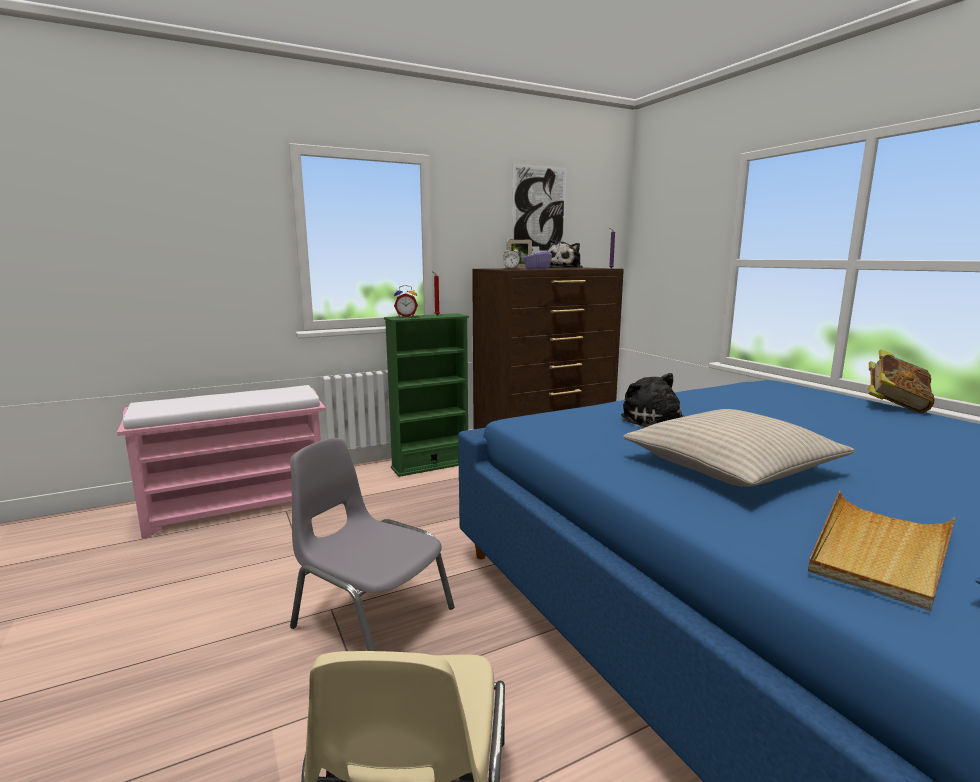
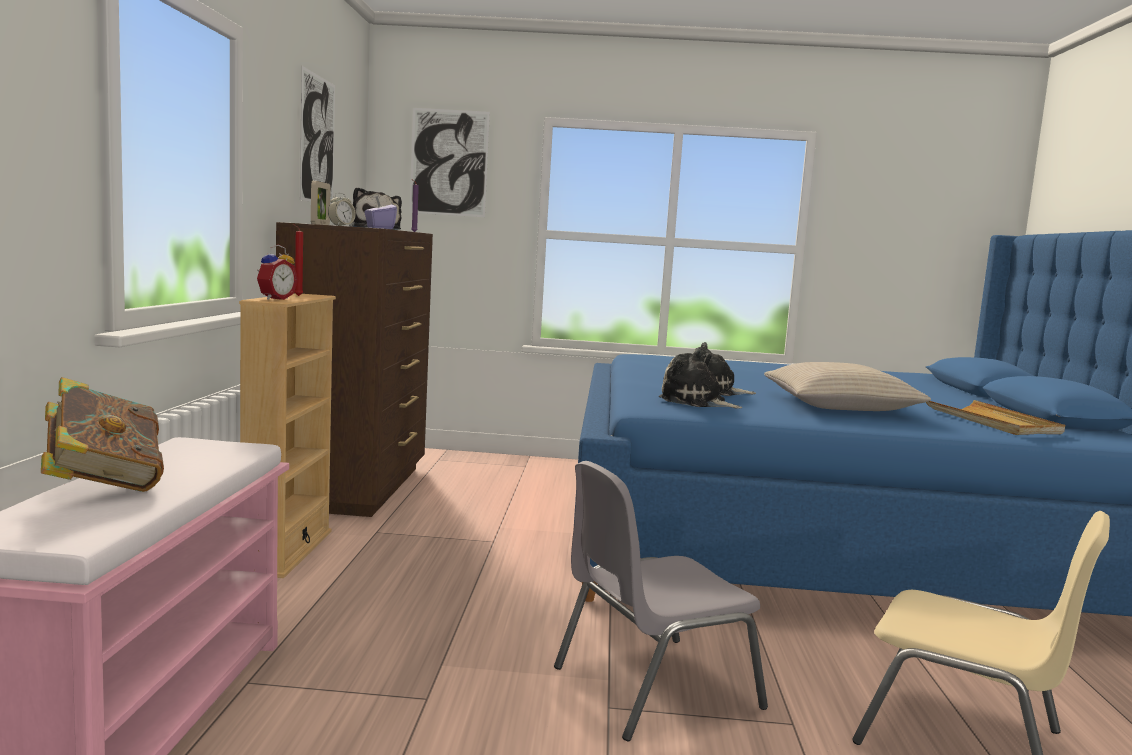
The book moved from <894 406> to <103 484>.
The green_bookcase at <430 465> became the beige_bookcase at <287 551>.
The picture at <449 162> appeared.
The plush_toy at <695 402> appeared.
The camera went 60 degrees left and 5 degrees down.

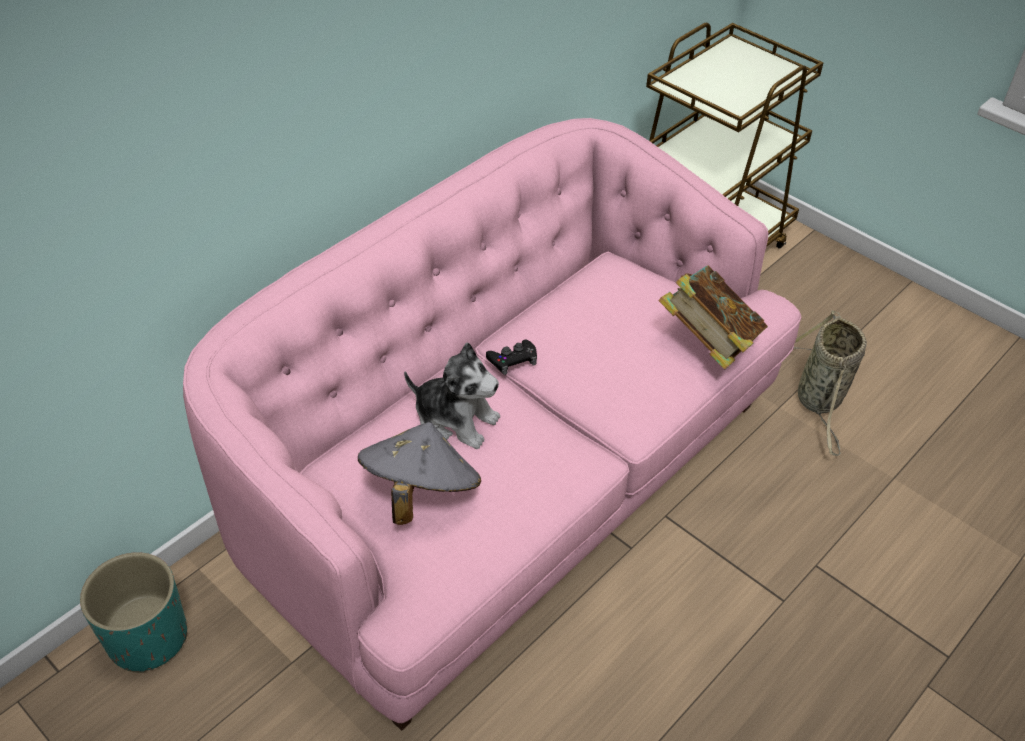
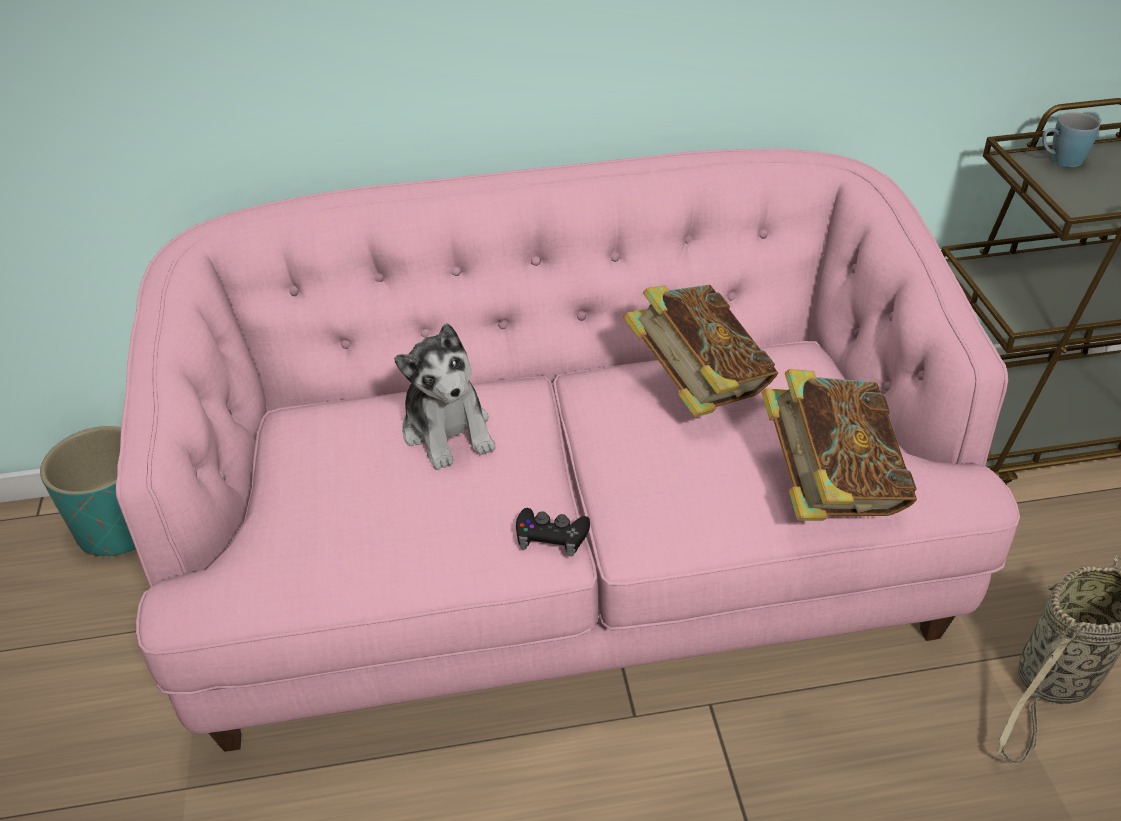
The black_game_controller moved from <512 360> to <552 536>.
The book at <698 388> appeared.
The blue_mug at <1060 161> appeared.
The grey_hat at <420 492> disappeared.
The camera went 40 degrees right and 5 degrees down.

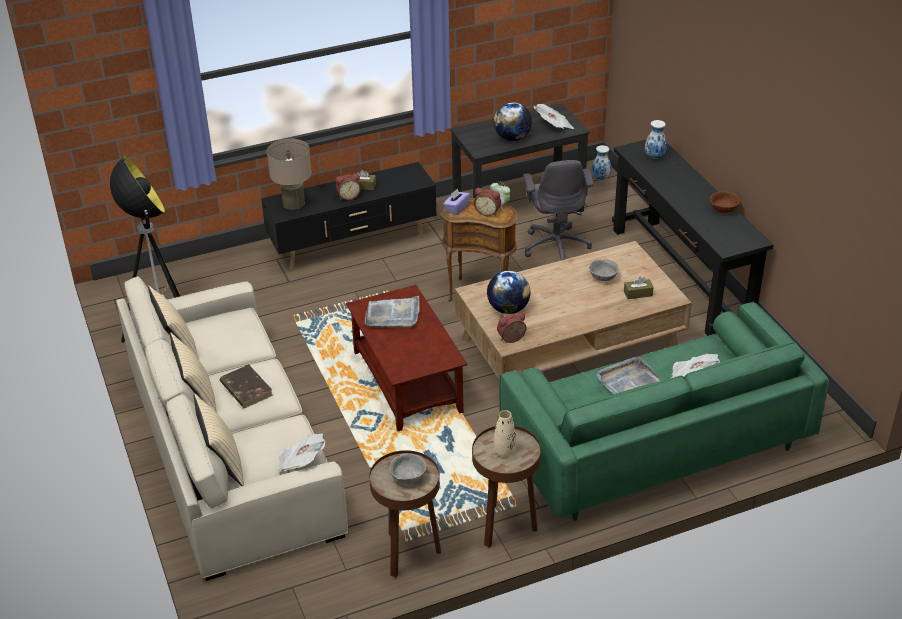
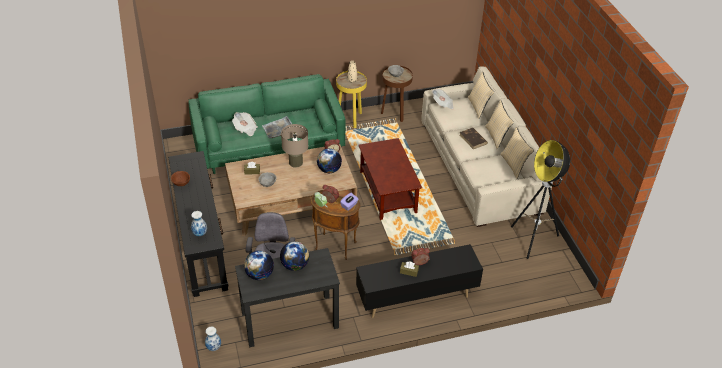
The newspaper at <553 126> was replaced by the globe at <259 274>.
The beige_table_lamp moved from <293 203> to <295 162>.
The brown_side_table at <505 527> became the yellow_side_table at <351 119>.
The grey_tray at <393 315> disappeared.
The camera went 175 degrees left and 5 degrees up.

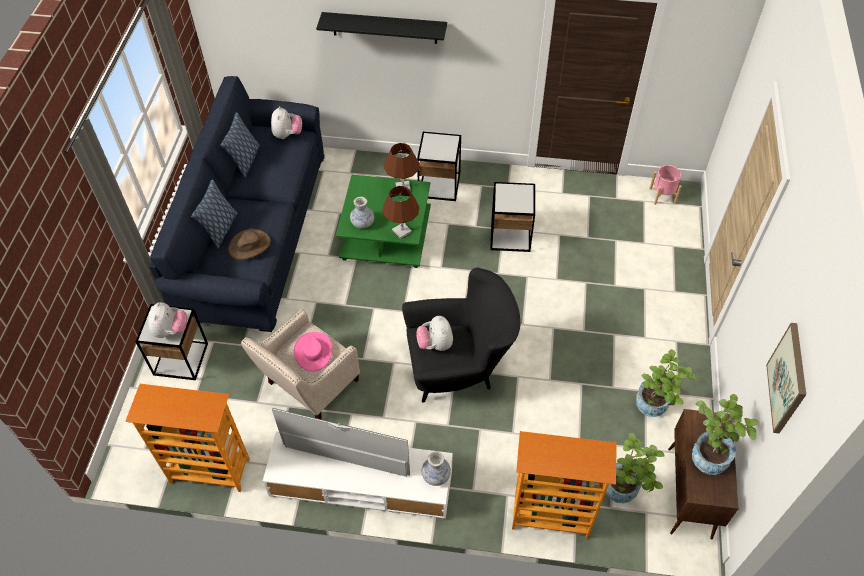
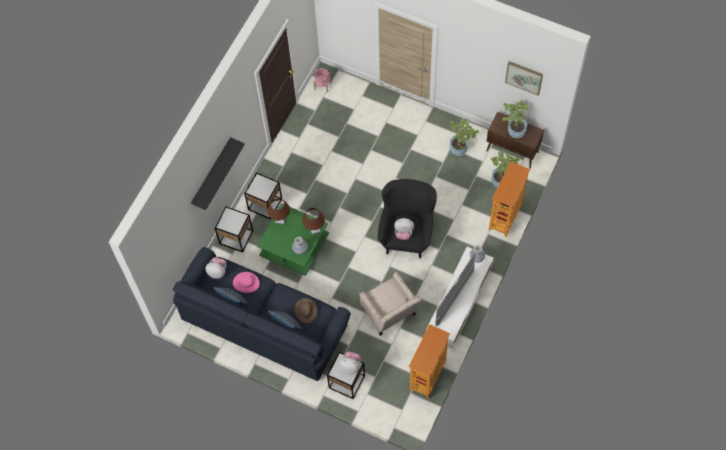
The side_table moved from <510 235> to <236 237>.
The pink_hat moved from <313 351> to <246 283>.
The camera went 70 degrees left and 10 degrees up.

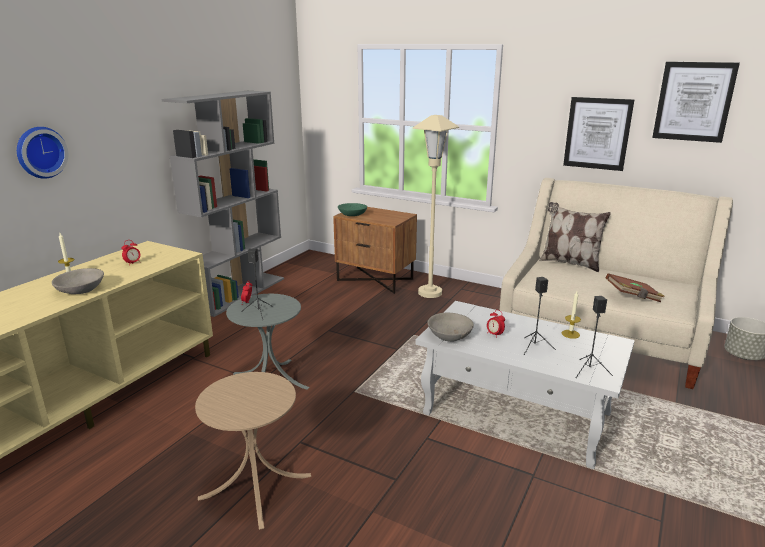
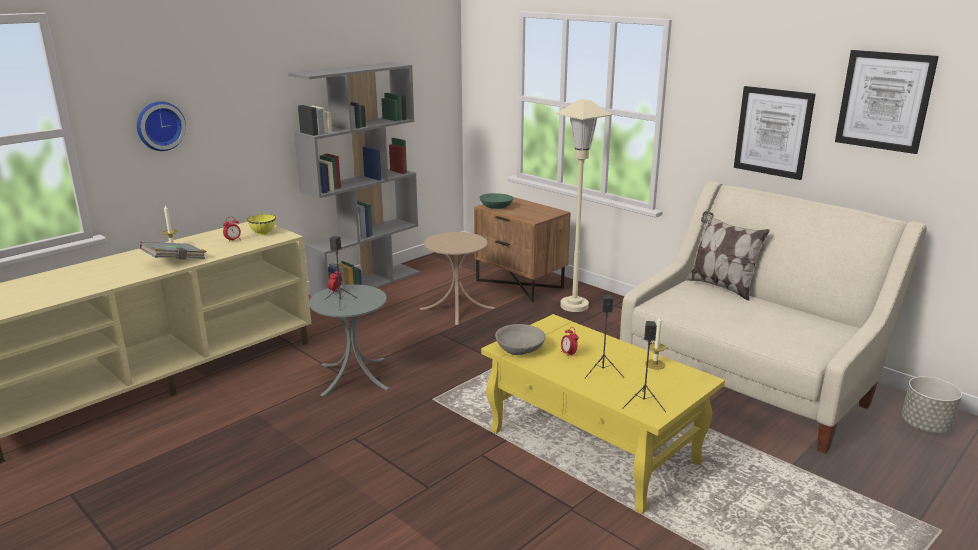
The grey_bowl at <81 290> was replaced by the grey_book at <175 261>.
The yellow_bowl at <263 233> appeared.
The beige_side_table moved from <255 486> to <456 308>.
The white_coffee_table at <518 414> became the yellow_coffee_table at <594 448>.
The brown_book at <633 297> disappeared.
The camera went 15 degrees right and 0 degrees up.

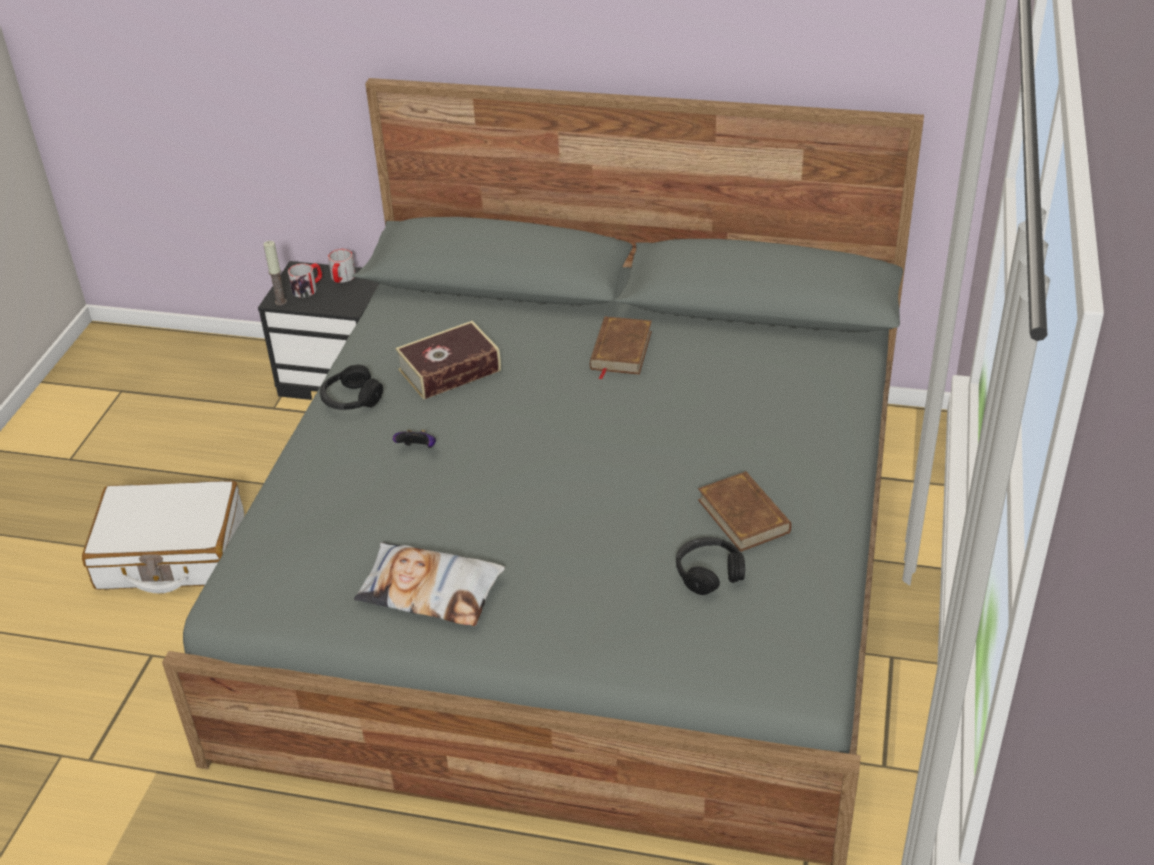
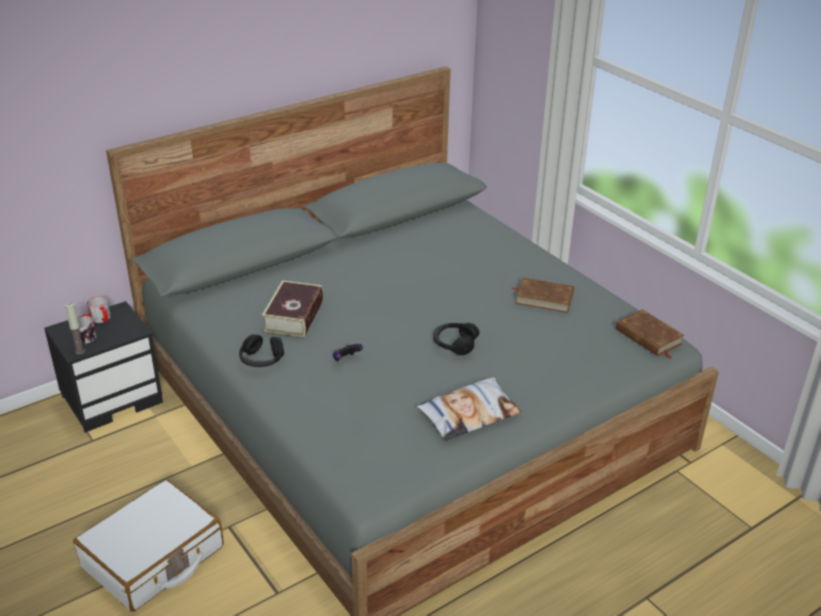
The black_headphones moved from <709 573> to <455 344>.
The brown_book moved from <620 350> to <648 337>.
The camera went 50 degrees left and 5 degrees down.

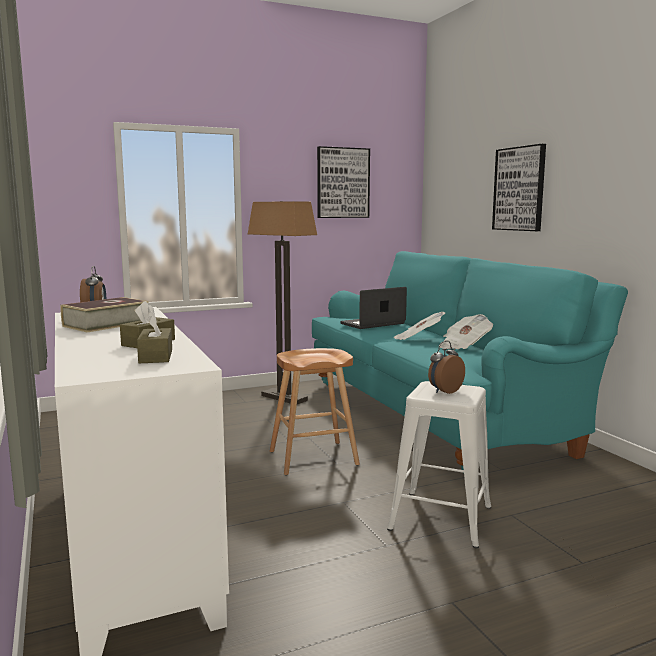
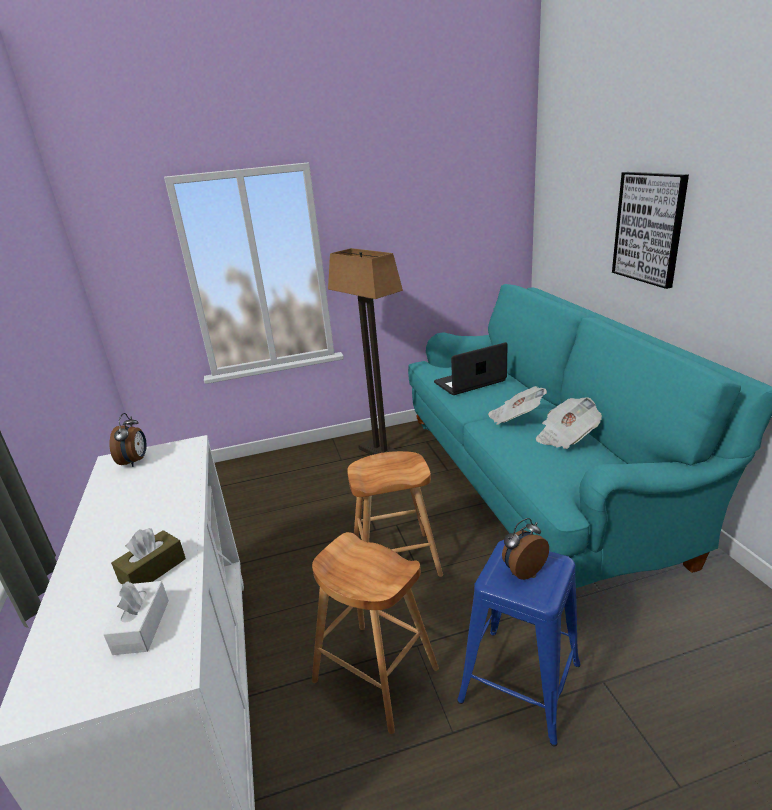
The brown_tissue_box at <156 356> became the white_tissue_box at <142 626>.
The brown_stool at <376 675> appeared.
The white_stool at <441 518> became the blue_stool at <520 682>.
The book at <106 324> disappeared.
The picture at <342 183> disappeared.
The camera went 10 degrees right and 15 degrees up.

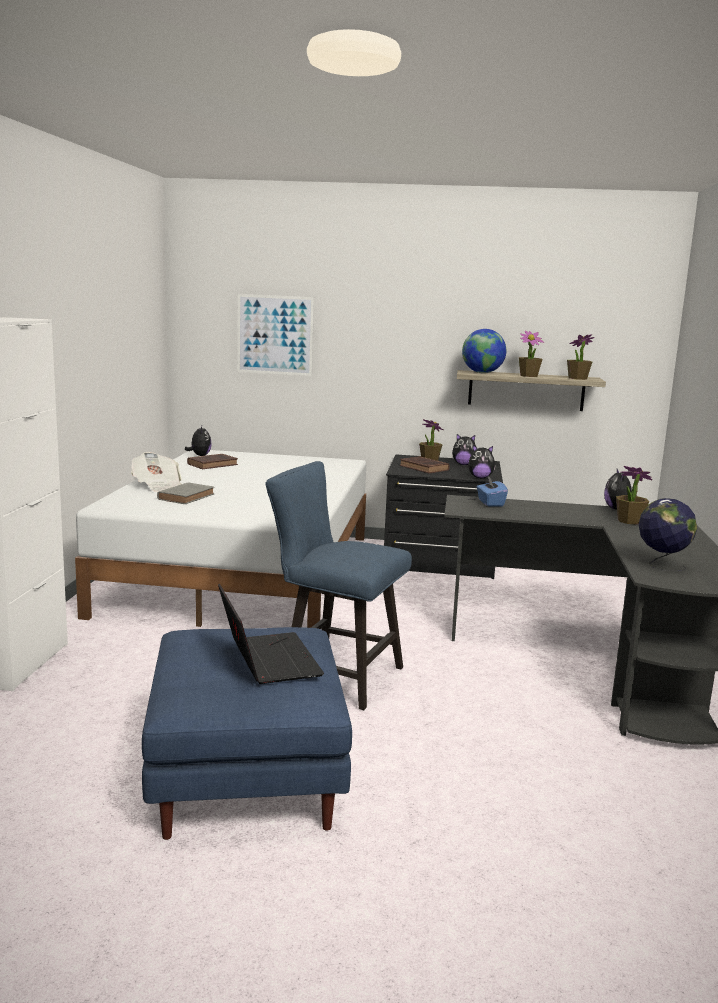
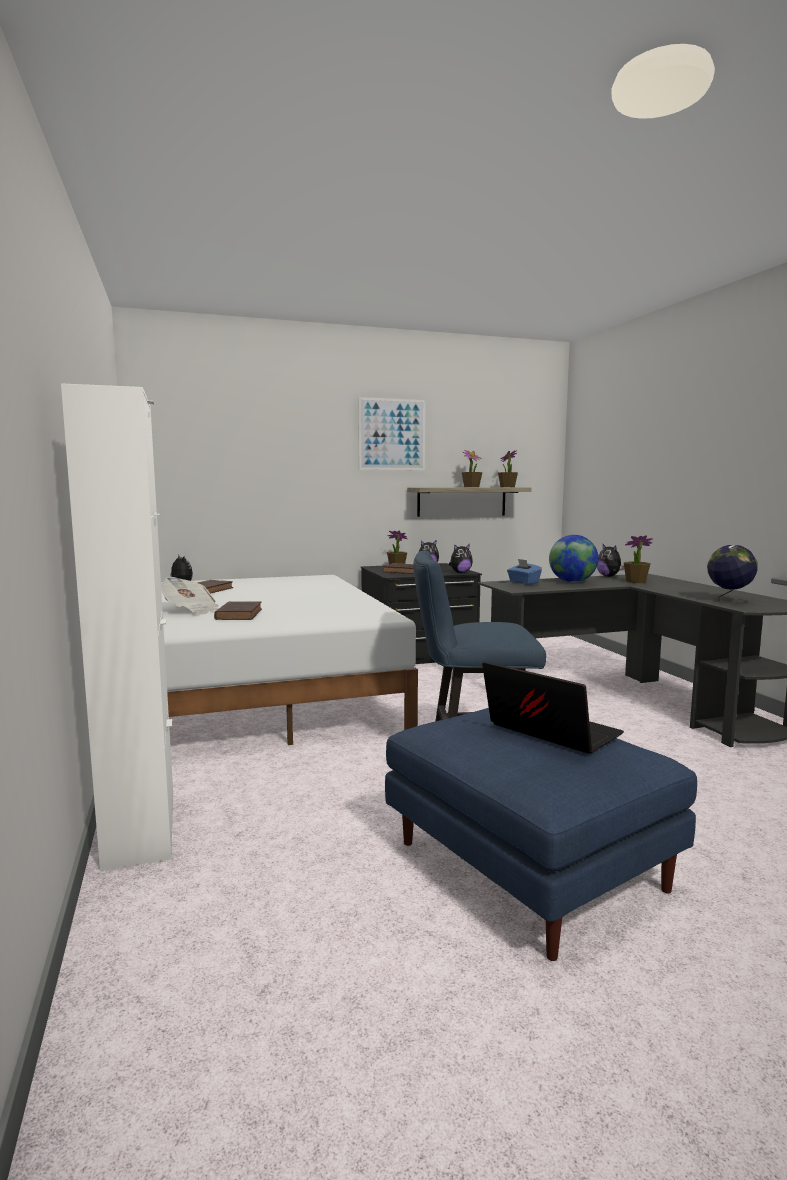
The grey_book at <187 496> became the brown_book at <239 614>.
The picture moved from <275 335> to <392 434>.
The globe moved from <482 373> to <572 582>.
The camera went 25 degrees left and 5 degrees down.

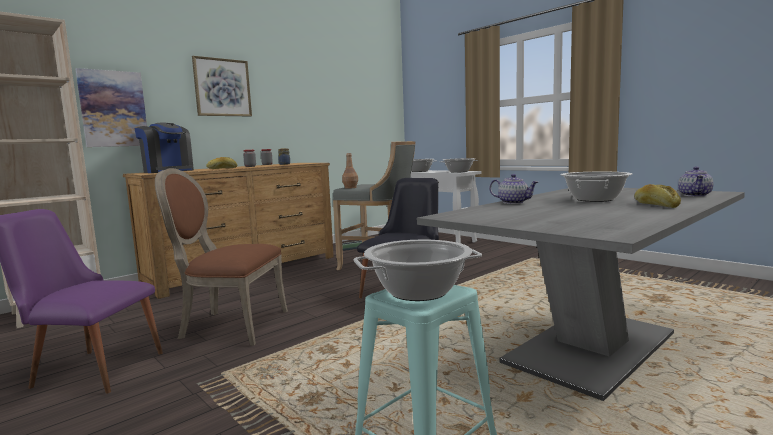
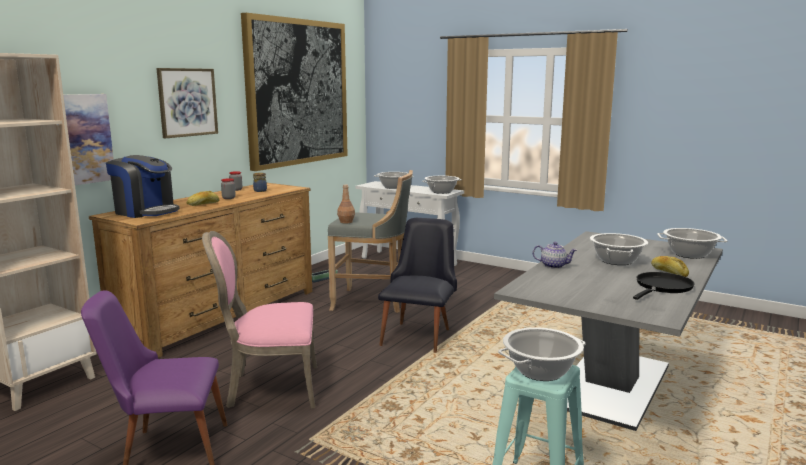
The brown_chair at <230 326> became the pink_chair at <270 388>.
The picture at <297 92> appeared.
The black_frying_pan at <662 287> appeared.
The teapot at <695 195> was replaced by the cooking_pot at <689 254>.
The camera went 15 degrees left and 5 degrees up.

